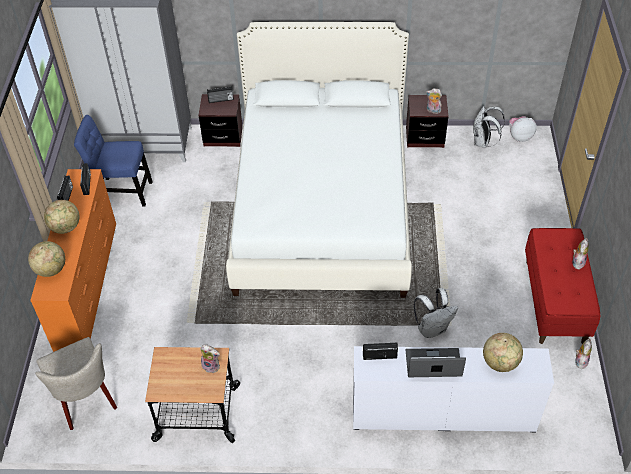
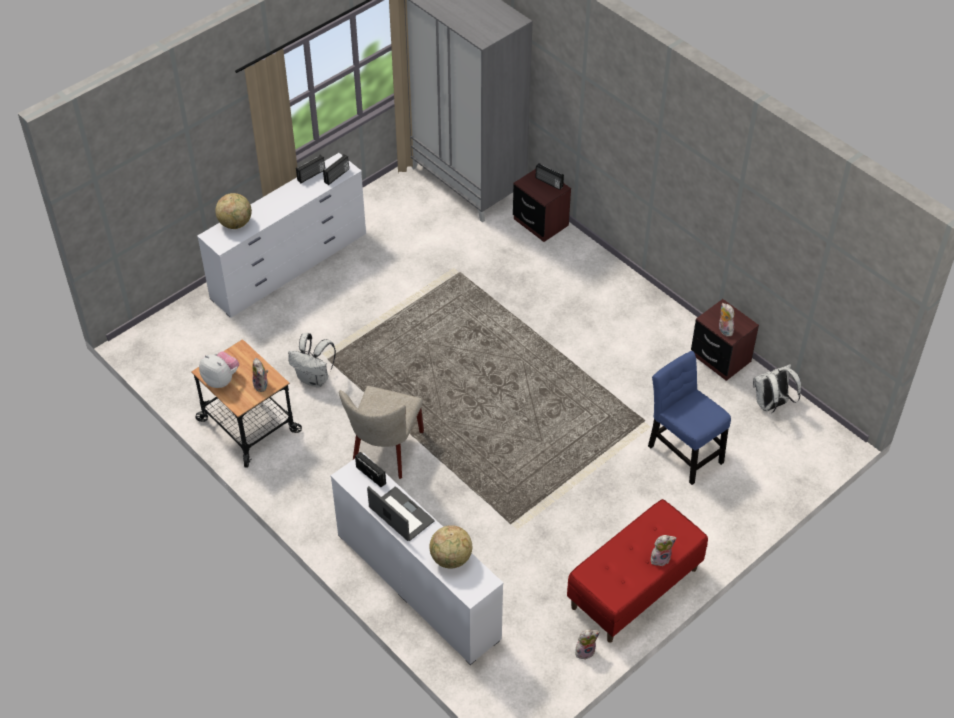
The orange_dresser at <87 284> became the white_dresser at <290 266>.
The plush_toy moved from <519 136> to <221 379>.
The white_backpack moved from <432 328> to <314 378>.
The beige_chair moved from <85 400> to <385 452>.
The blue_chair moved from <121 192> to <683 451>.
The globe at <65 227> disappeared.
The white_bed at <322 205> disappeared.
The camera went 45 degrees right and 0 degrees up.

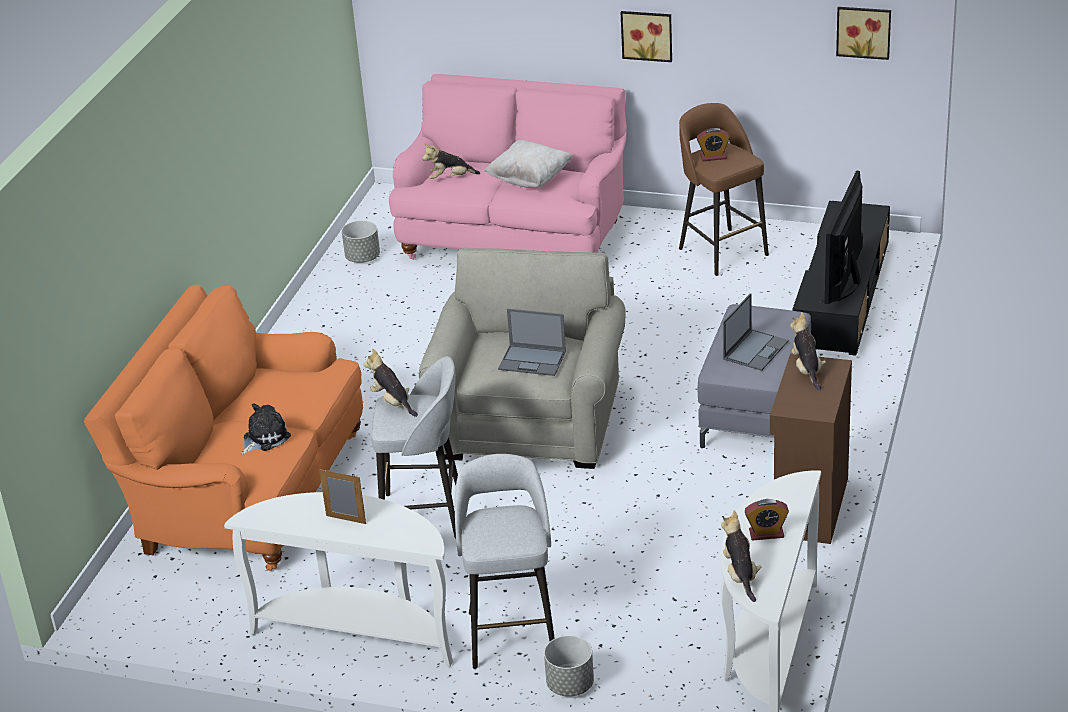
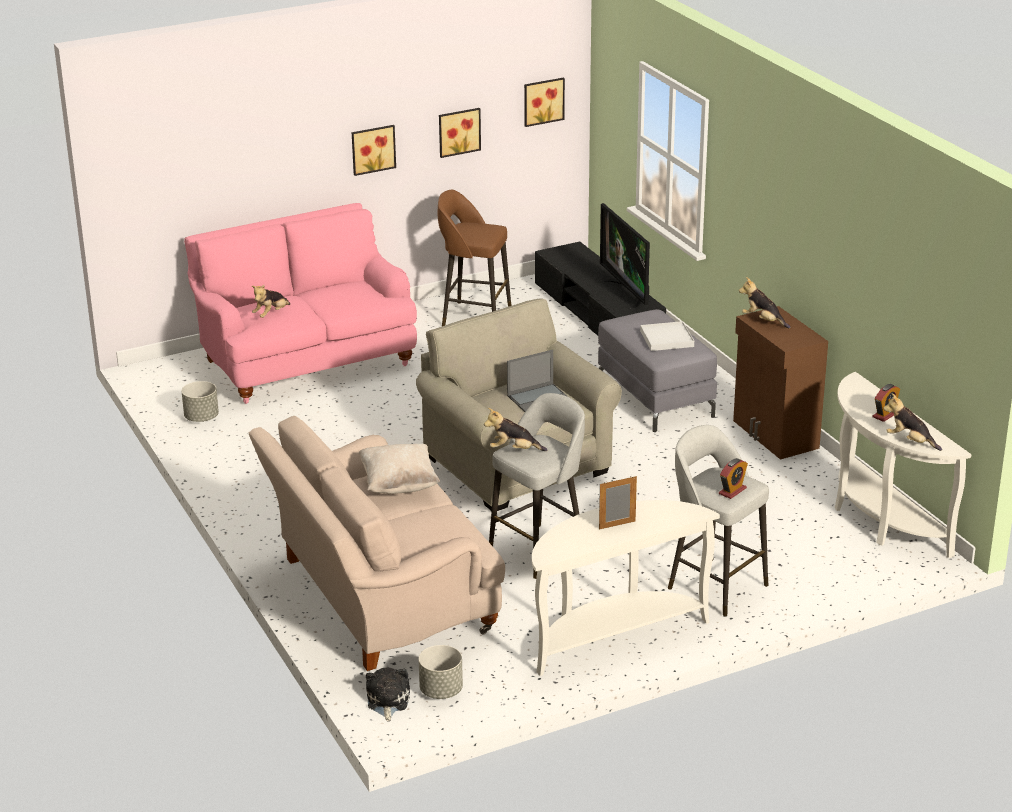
The orange_sofa at <247 493> became the beige_sofa at <379 597>.
The beige_pillow moved from <529 179> to <399 485>.
The plush_toy moved from <264 438> to <387 701>.
The grey_planter moved from <569 685> to <440 691>.
The picture at <458 131> appeared.
The laptop at <755 350> was replaced by the white_tray at <666 339>.
The alarm_clock moved from <713 157> to <732 491>.
The camera went 45 degrees left and 5 degrees down.

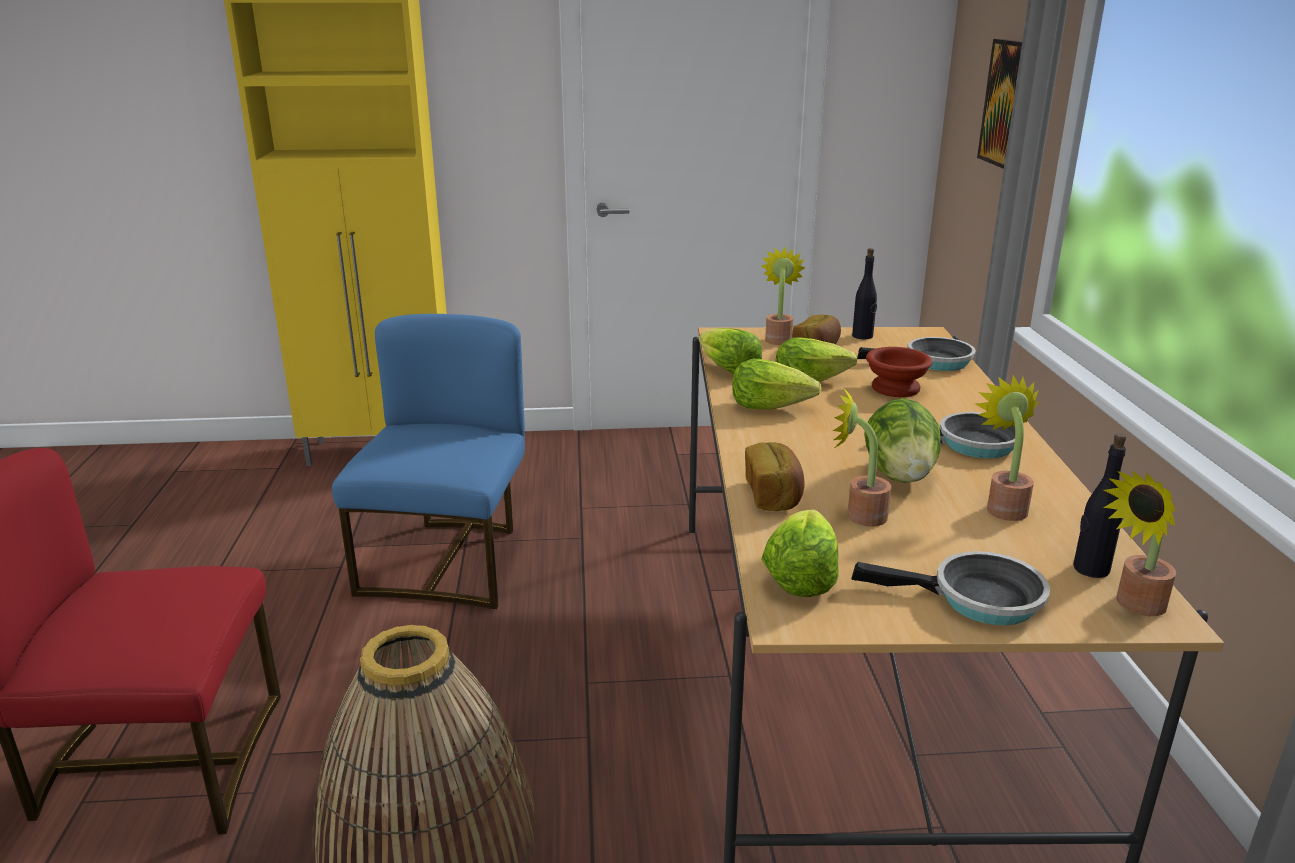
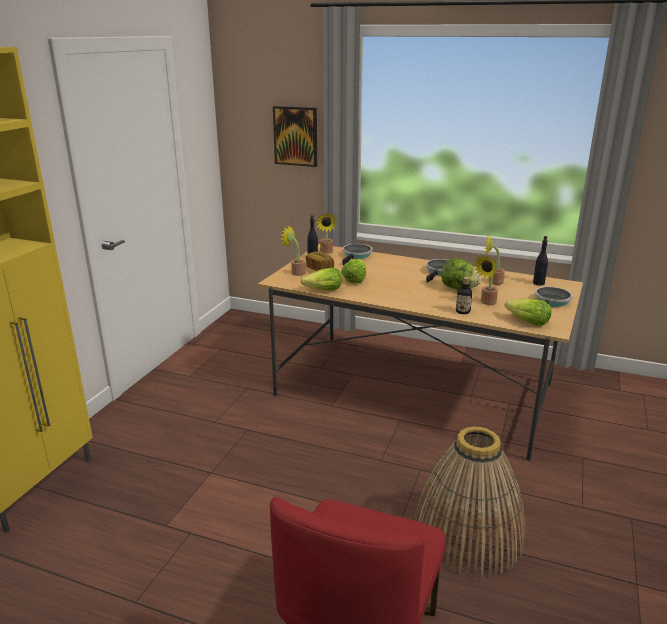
The potted_plant moved from <1134 605> to <326 252>.
The bread at <774 496> was replaced by the bottle at <462 311>.
The blue_chair at <449 562> disappeared.
The lettuce at <770 406> disappeared.
The brown_bowl at <893 388> disappeared.
The camera went 65 degrees left and 0 degrees up.

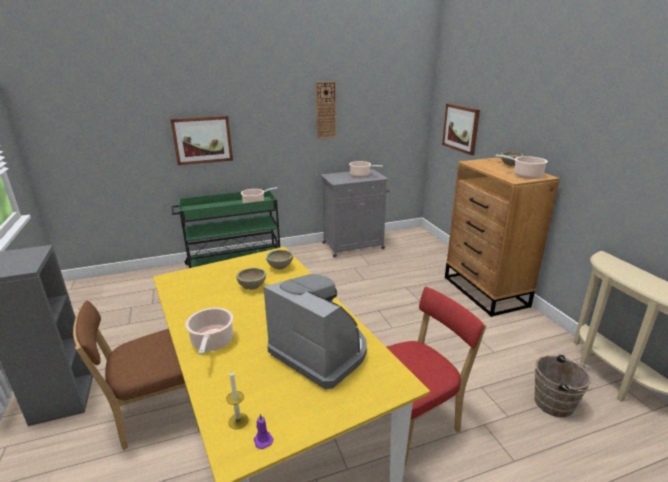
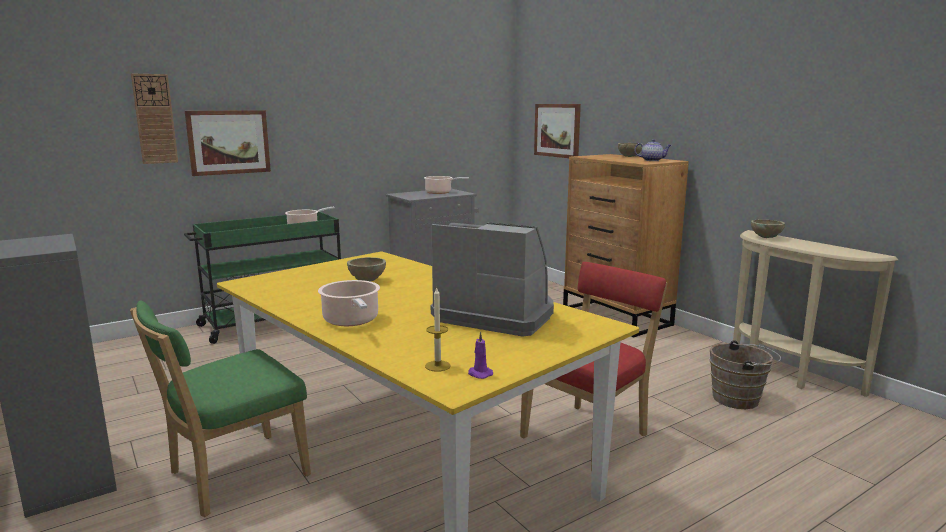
The brown_chair at <154 414> became the green_chair at <232 476>.
The wall_clock moved from <326 110> to <155 119>.
The cooking_pot at <525 175> was replaced by the teapot at <652 160>.
The beige_bowl moved from <280 267> to <765 237>.
The camera went 15 degrees left and 10 degrees down.

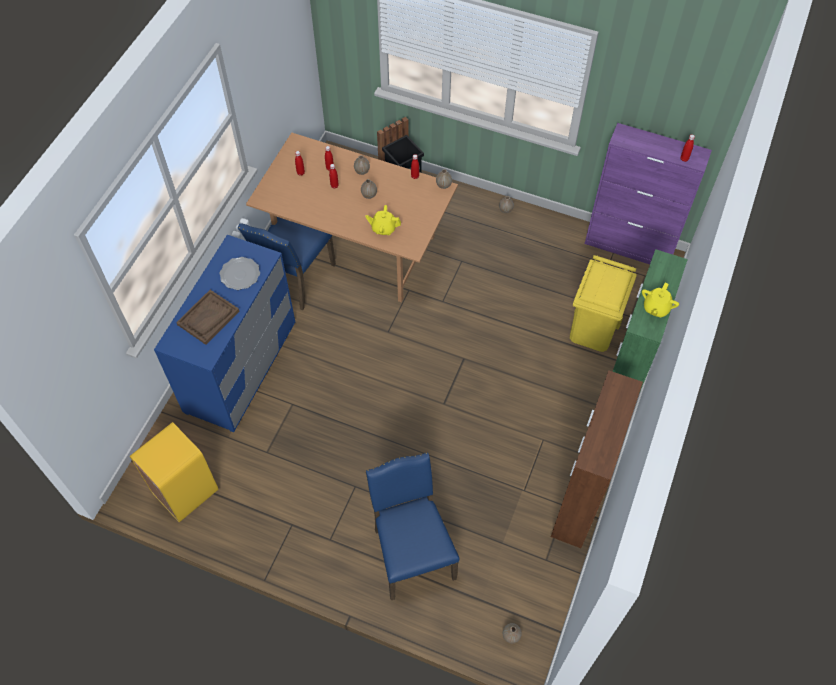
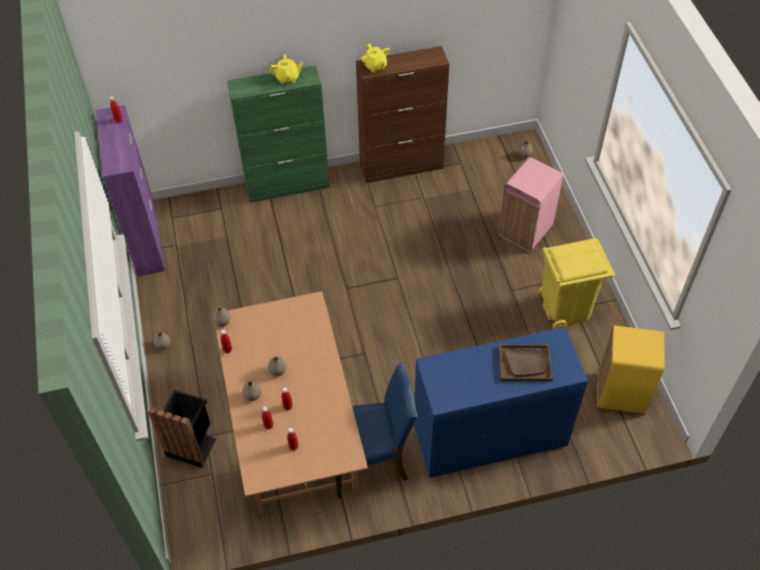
The yellow_teapot moved from <383 228> to <375 66>.
The blue_chair at <411 552> was replaced by the pink_trash_can at <524 230>.
The yellow_trash_can moved from <593 331> to <565 308>.
The plate at <240 274> disappeared.
The camera went 125 degrees left and 5 degrees down.

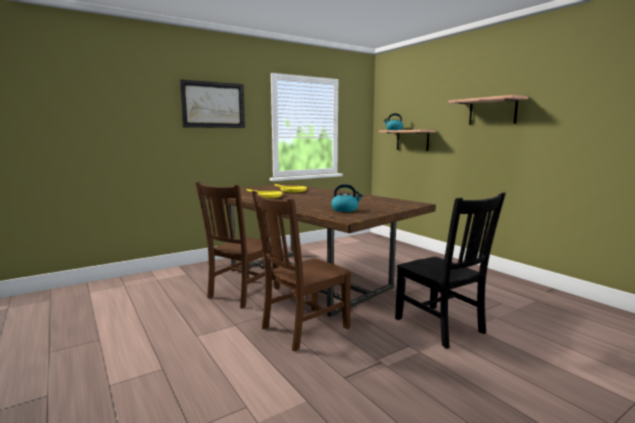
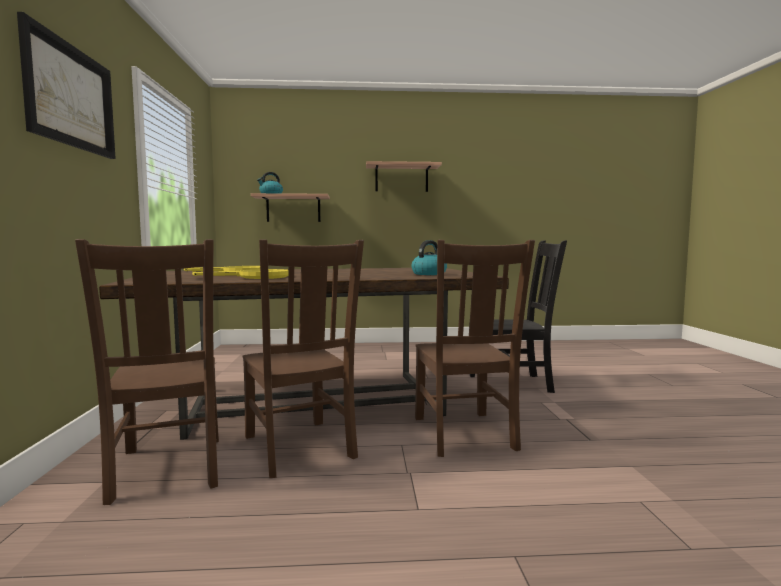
The brown_chair at <167 470> appeared.
The camera went 60 degrees left and 5 degrees down.

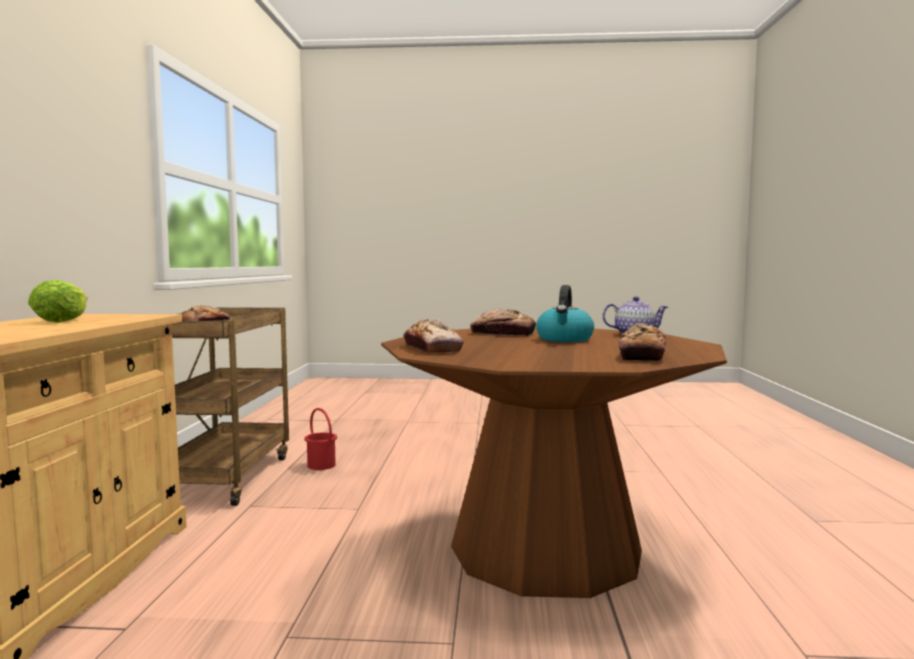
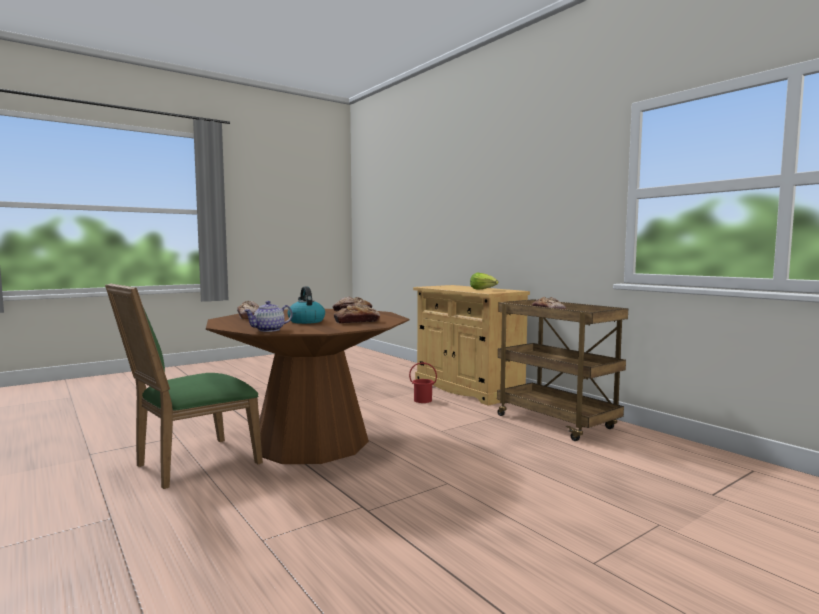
The green_chair at <190 464> appeared.
The red_bucket moved from <321 465> to <422 400>.
The camera went 140 degrees right and 0 degrees up.

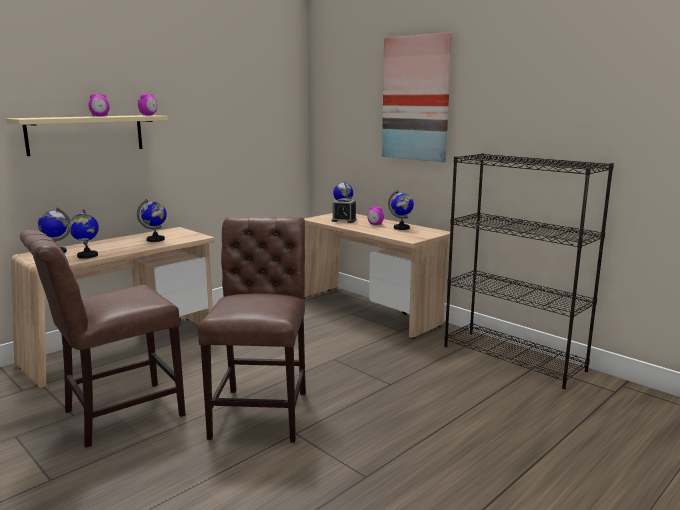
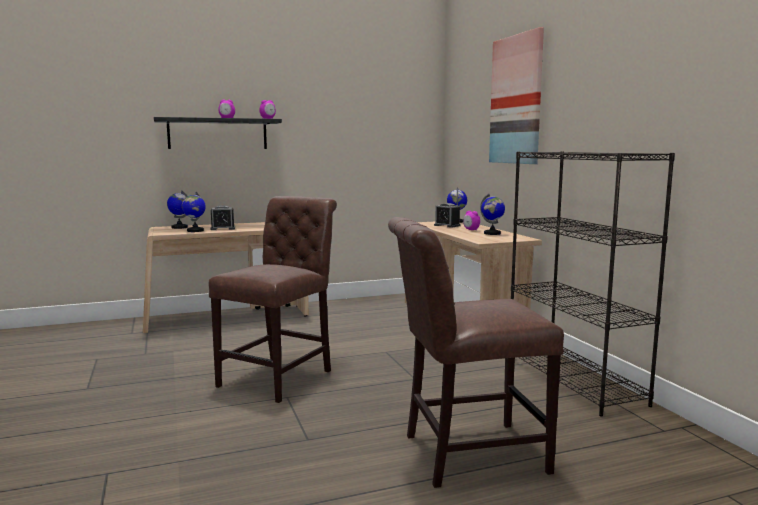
The beige_shelf at <86 134> became the black_shelf at <218 134>.
The alarm_clock at <223 228> appeared.
The brown_chair moved from <116 415> to <466 453>.
The globe at <156 239> disappeared.
The camera went 25 degrees right and 5 degrees down.

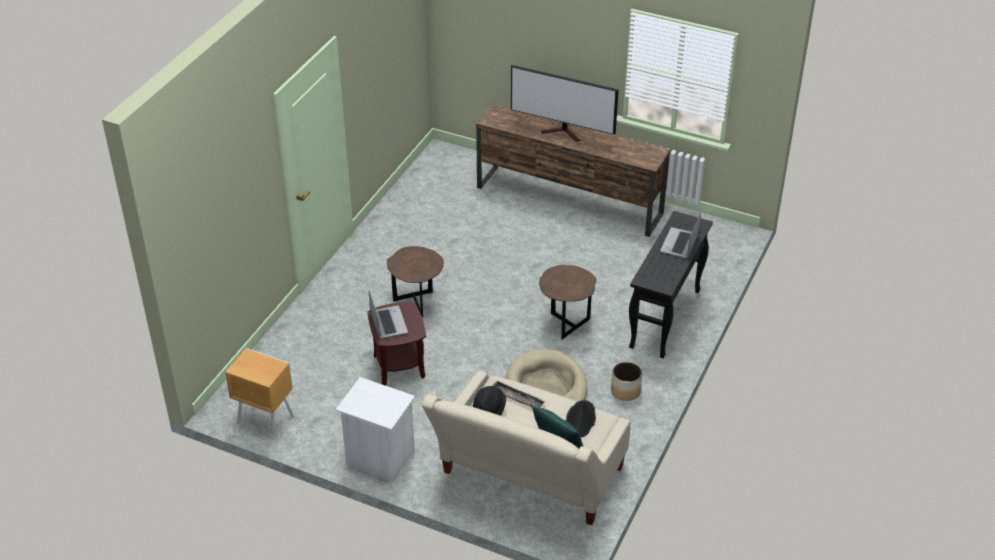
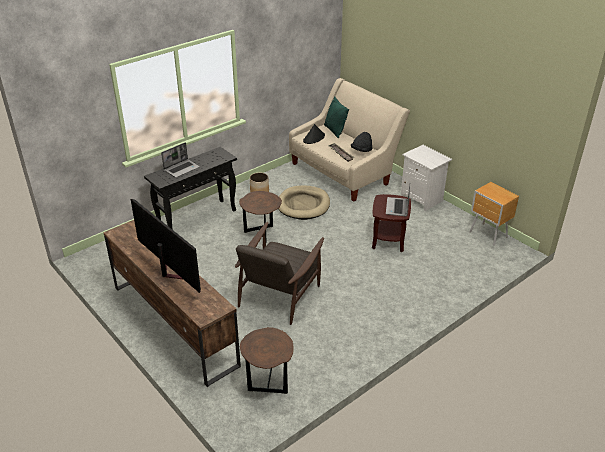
The brown_armchair at <279 294> appeared.
The brown_side_table moved from <417 304> to <268 382>.
The camera went 155 degrees left and 5 degrees down.

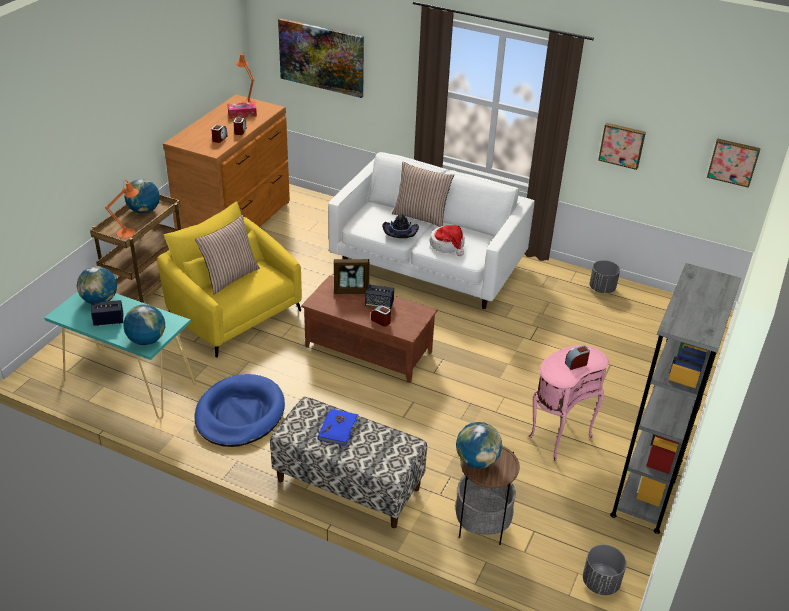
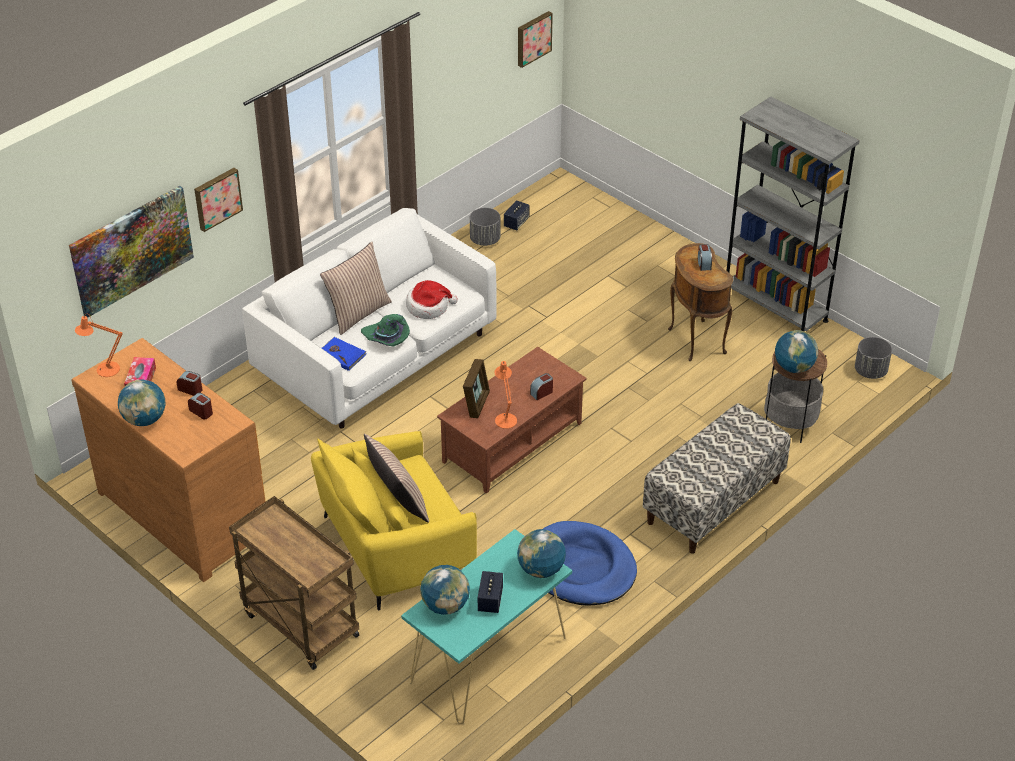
The globe moved from <144 211> to <145 419>.
The picture moved from <622 145> to <217 198>.
The blue_book moved from <338 428> to <341 355>.
The black_hat at <400 233> became the green_hat at <386 338>.
The orange_table_lamp moved from <128 232> to <505 418>.
The speaker moved from <379 304> to <516 222>.
The pink_side_table at <558 436> became the brown_side_table at <694 341>.
The camera went 70 degrees left and 5 degrees up.

